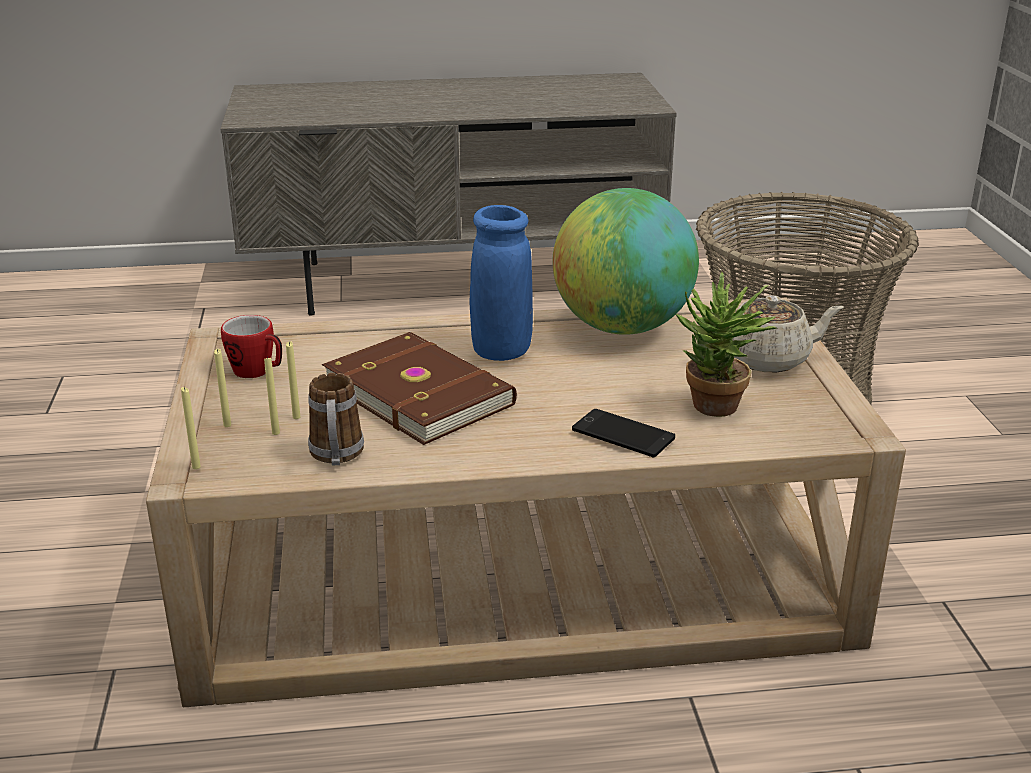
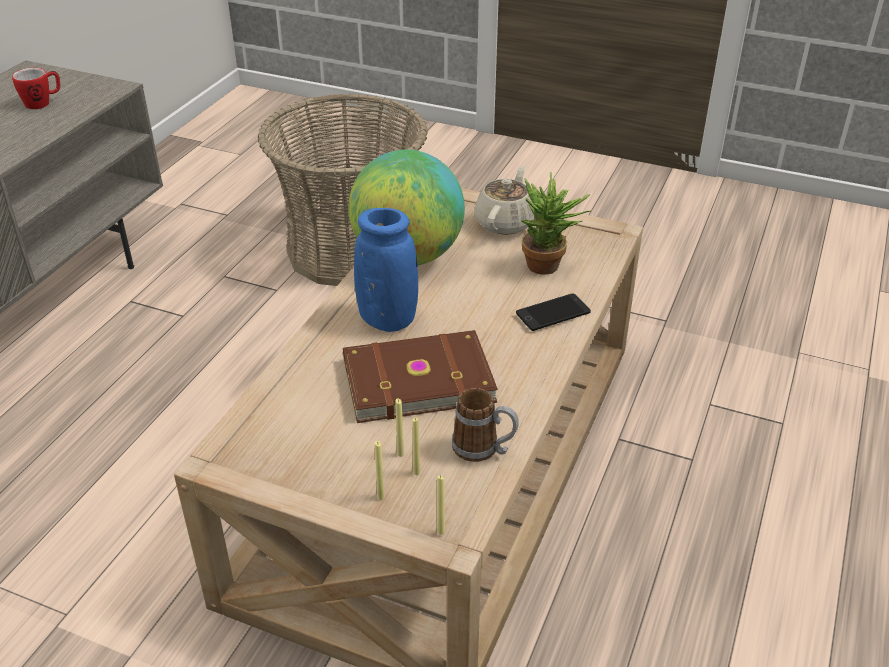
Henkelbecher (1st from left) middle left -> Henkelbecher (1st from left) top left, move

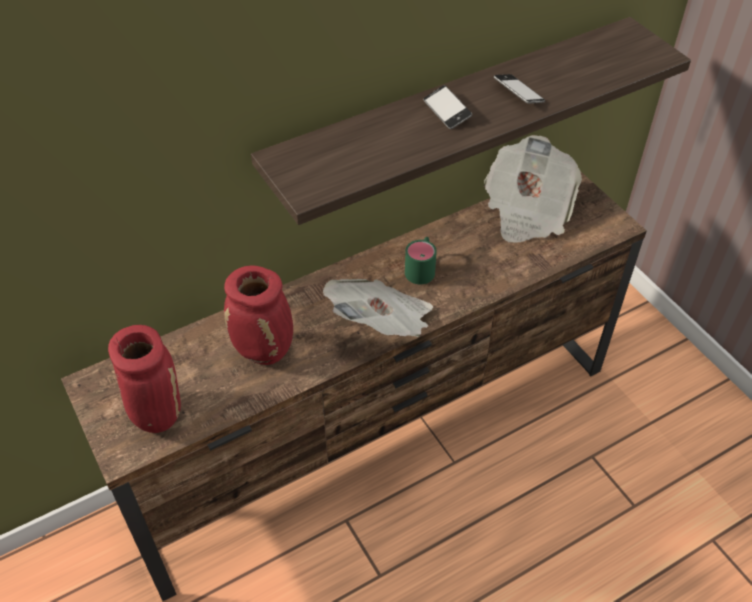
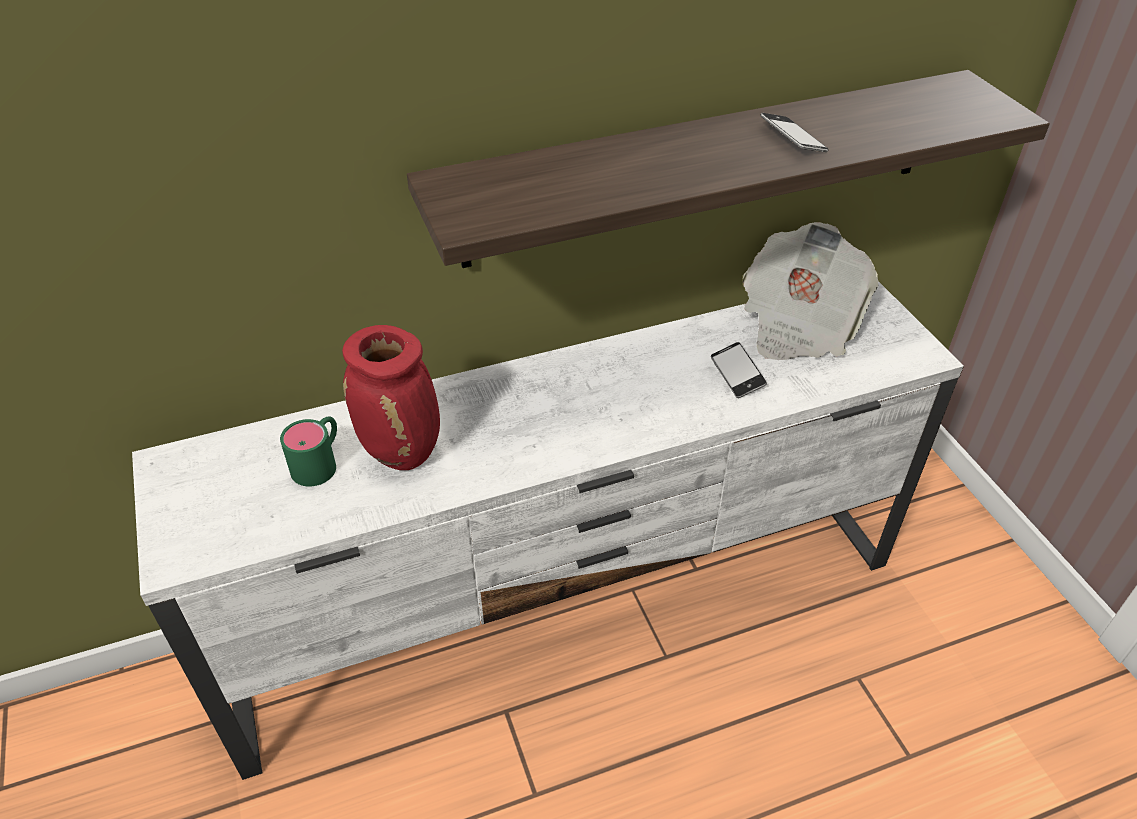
Fernsehschrank [braun] centre -> Fernsehschrank [weiß] centre
Vase [rot] (1st from left) middle left -> none
Zeitung (1st from left) centre -> none
Henkelbecher [grün] centre -> Henkelbecher [grün] middle left, move
Handy (1st from left) top centre -> Handy (1st from left) centre, move

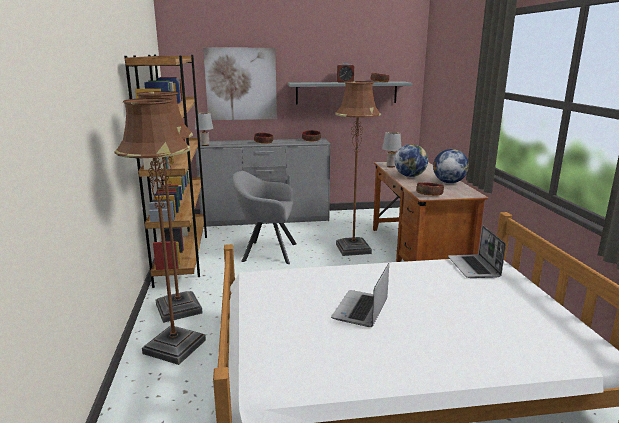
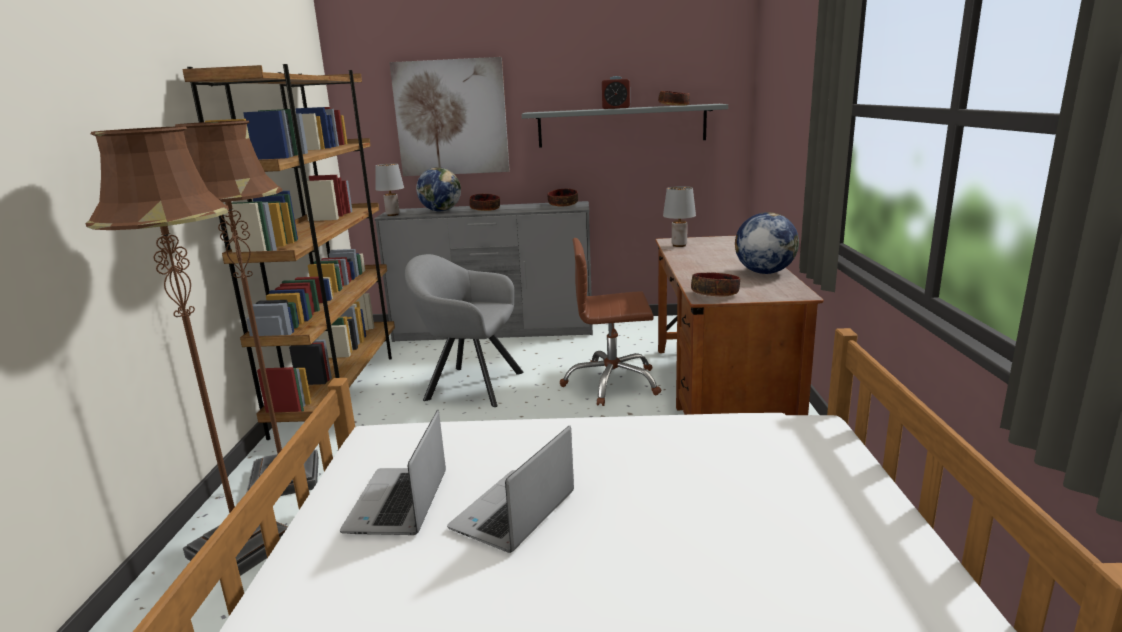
Stehlampe [braun] (3rd from left) centre -> Bürostuhl [braun] centre
Globus (1st from left) centre -> Globus (1st from left) top centre, move
Laptop (2nd from left in the first image) middle right -> Laptop (1st from left) bottom centre, move

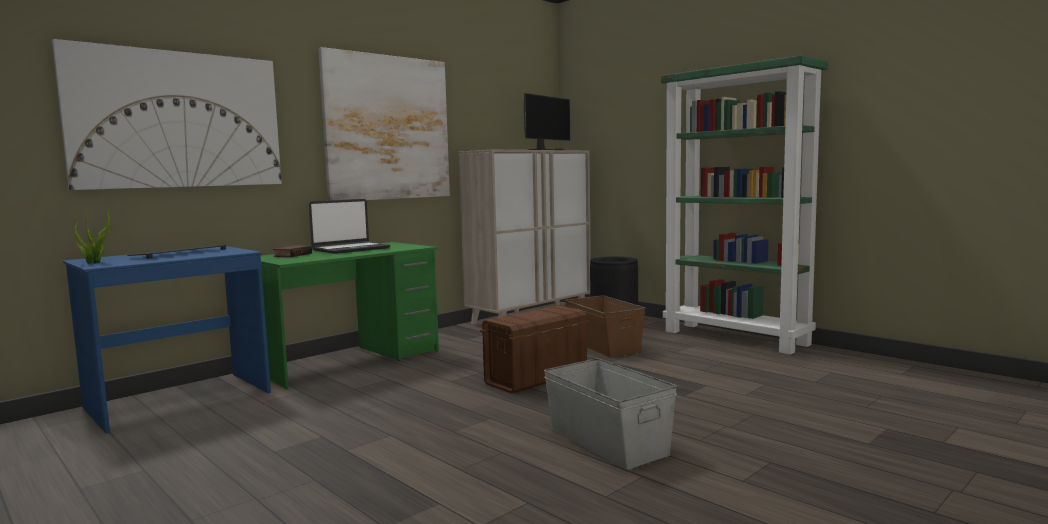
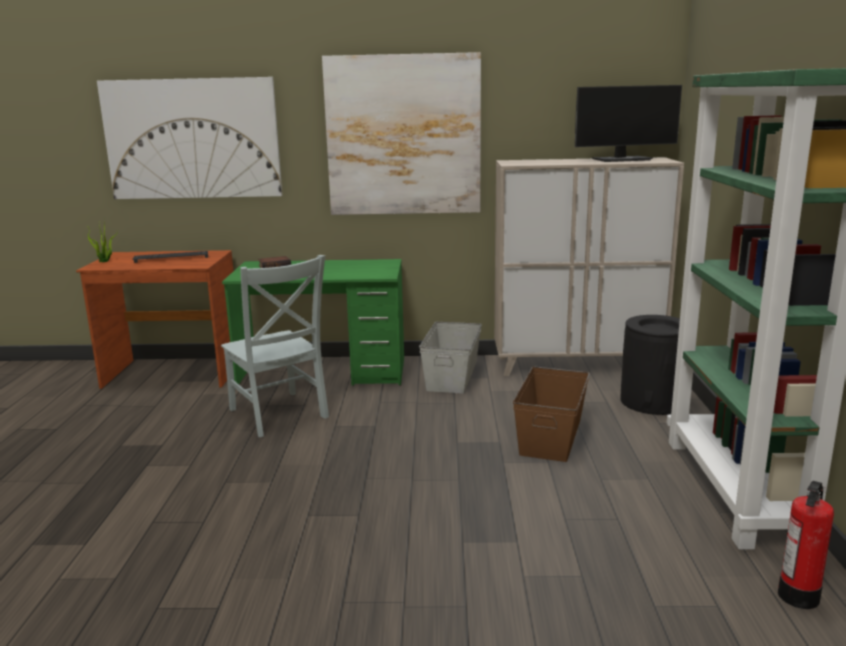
Schreibtisch [blau] middle left -> Schreibtisch [braun] middle left
Laptop middle left -> none
Aufbewahrungsbox [braun] (1st from left) centre -> none
Aufbewahrungsbox [grau] bottom centre -> Aufbewahrungsbox [grau] centre, move
none -> Stuhl [grau] middle left
none -> Feuerlöscher bottom right

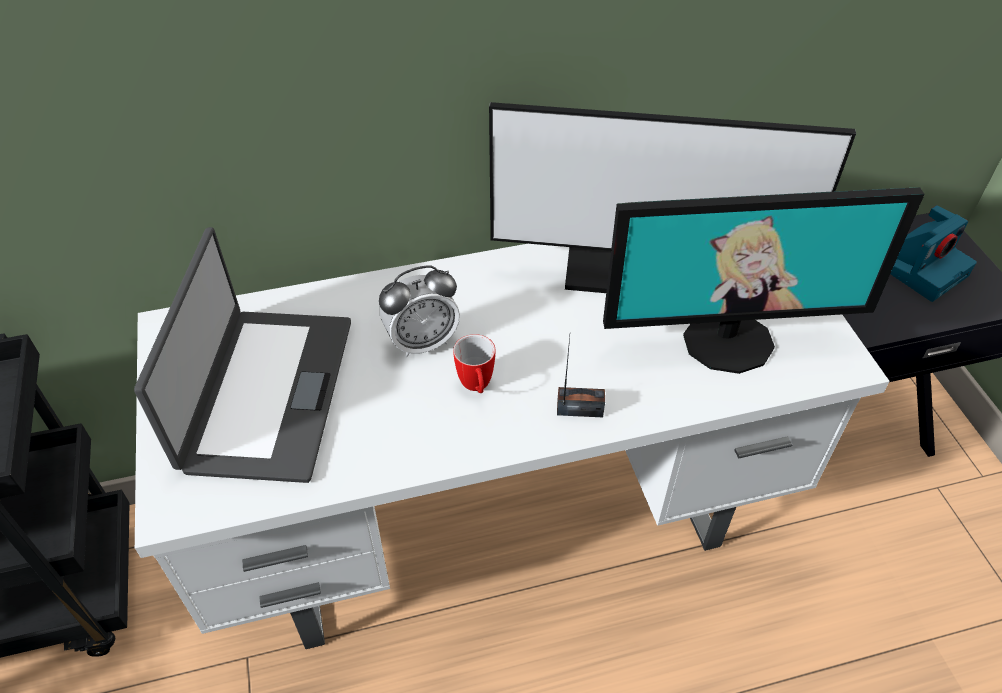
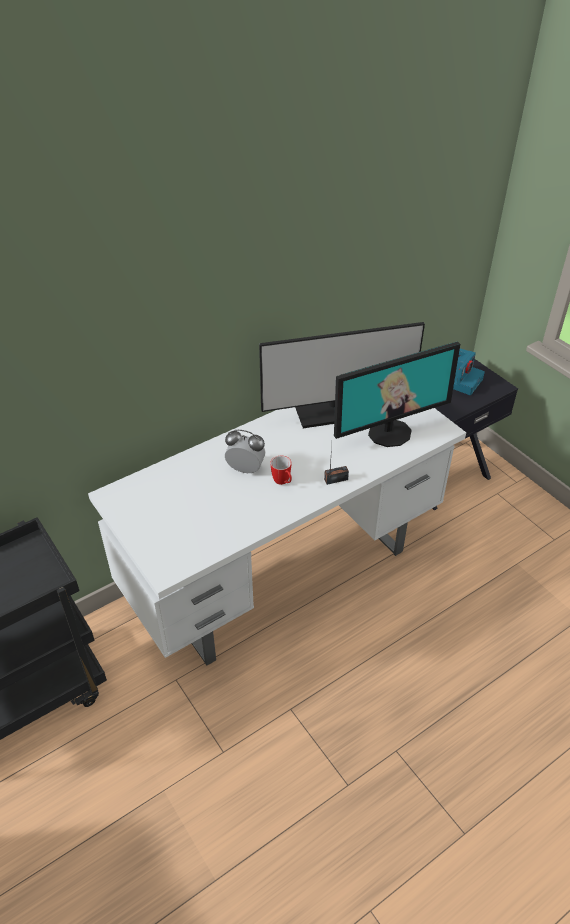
Laptop middle left -> none
Wecker centre, 120 degrees counterclockwise

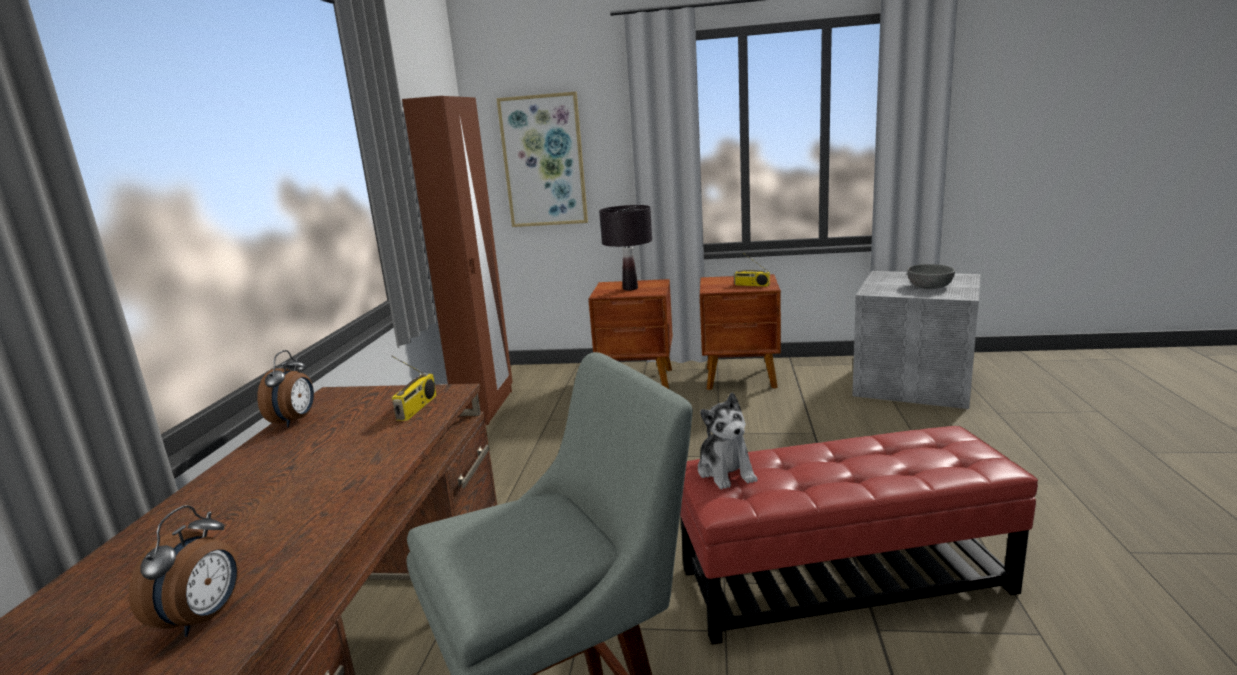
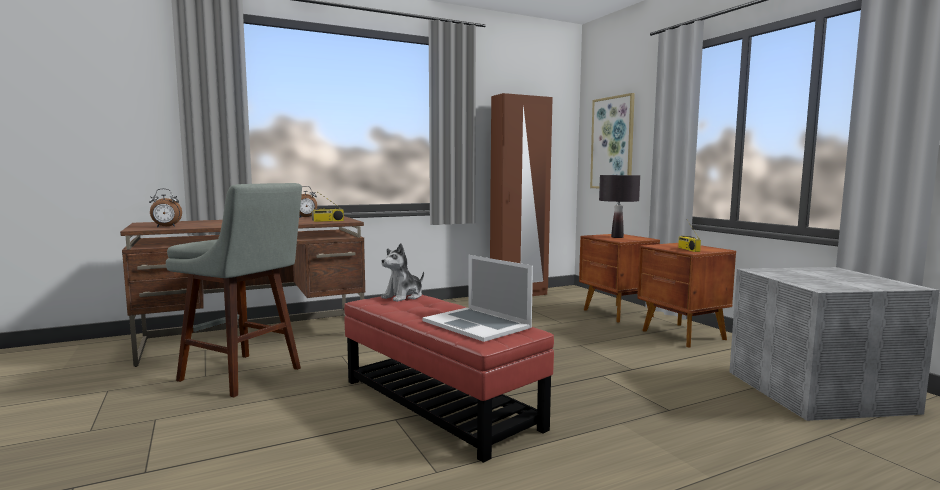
Schüssel [grau] middle right -> none
none -> Laptop centre

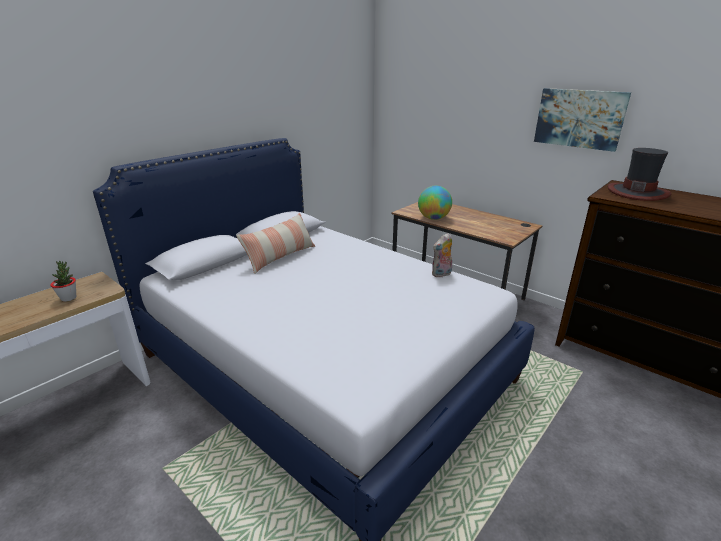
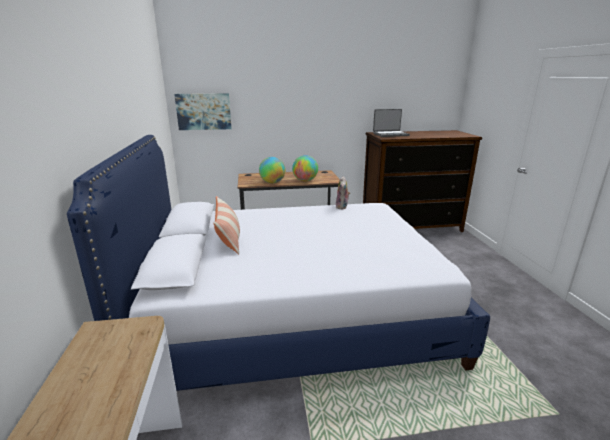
Topfpflanze middle left -> none
Bild top right -> Bild top left, move
Hut top right -> Laptop top centre
none -> Globus (2nd from left) centre

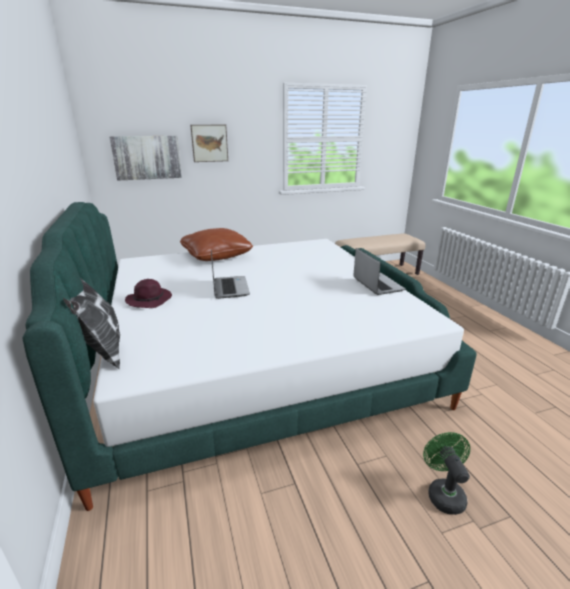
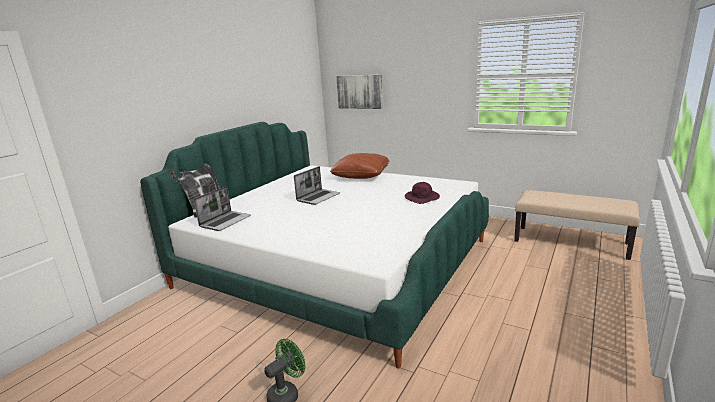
Hut [lila] middle left -> Hut [lila] centre, move
Bild (2nd from left) top centre -> none
Laptop (2nd from left in the first image) centre -> Laptop (1st from left) middle left, move

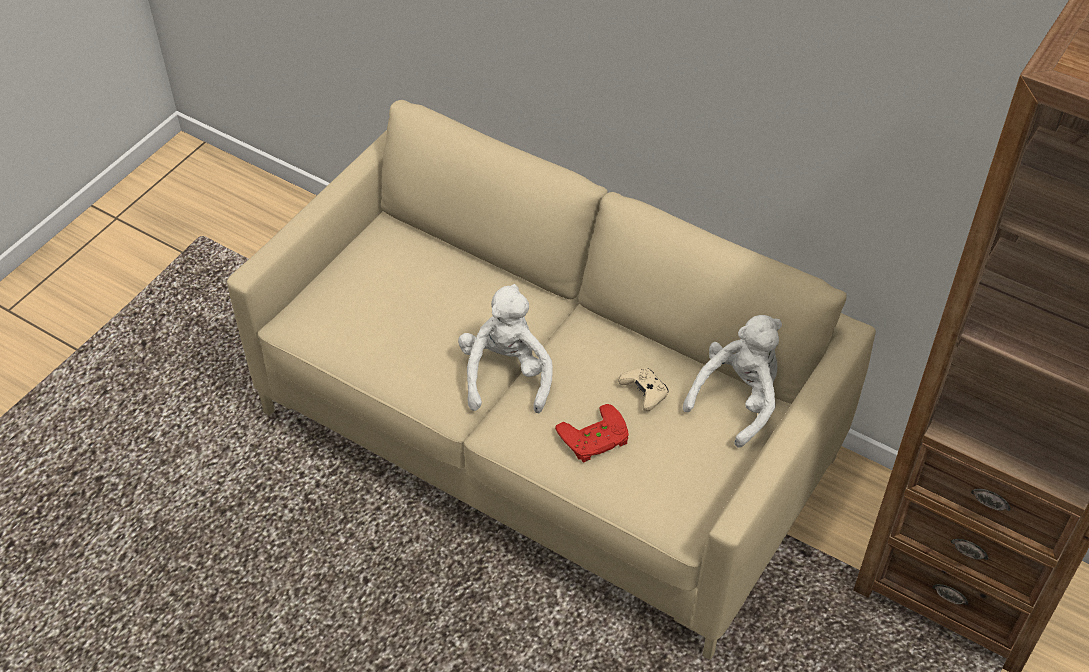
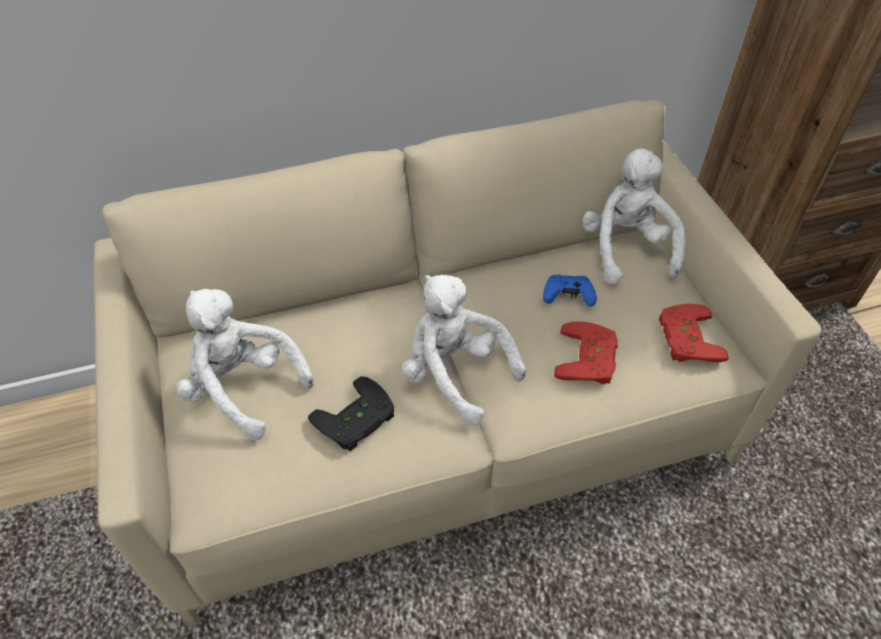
Gamepad [beige] centre -> Gamepad [blau] centre
none -> Plüschtier [weiß] (1st from left) middle left
none -> Gamepad [schwarz] centre
none -> Gamepad [rot] (2nd from left) middle right

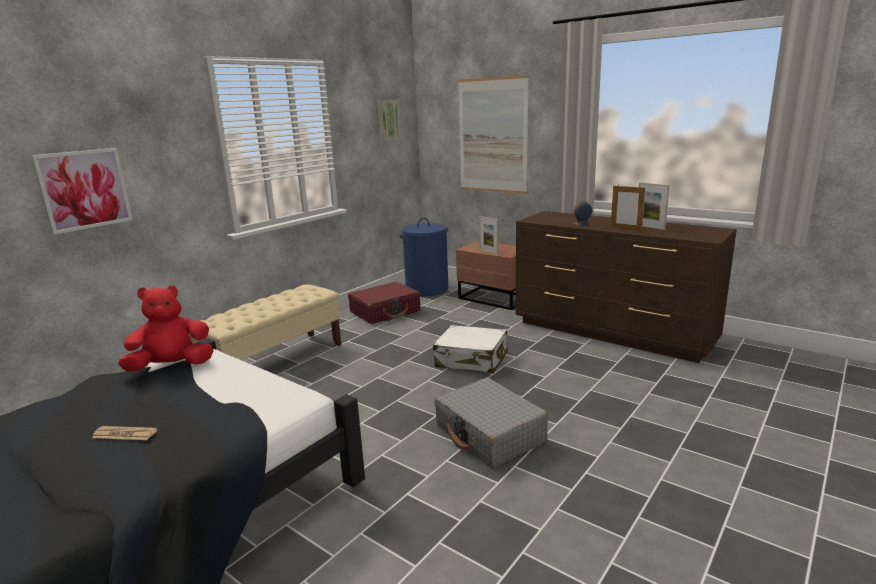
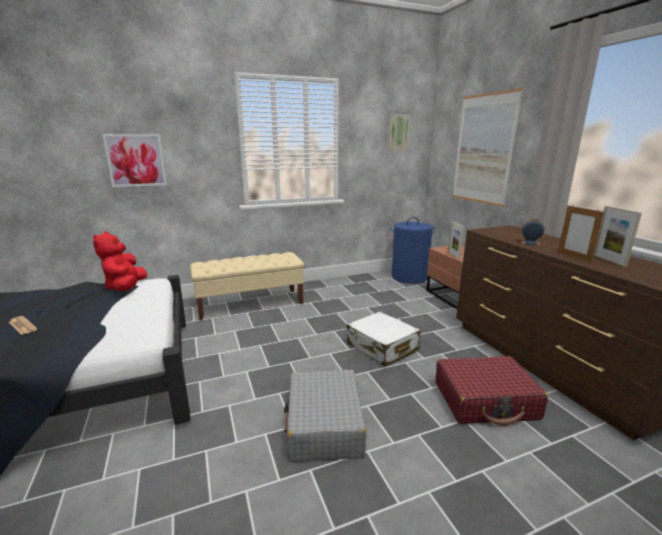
Plüschtier [rot] middle left, 105 degrees counterclockwise
Koffer [rot] centre -> Koffer [rot] bottom right, move

